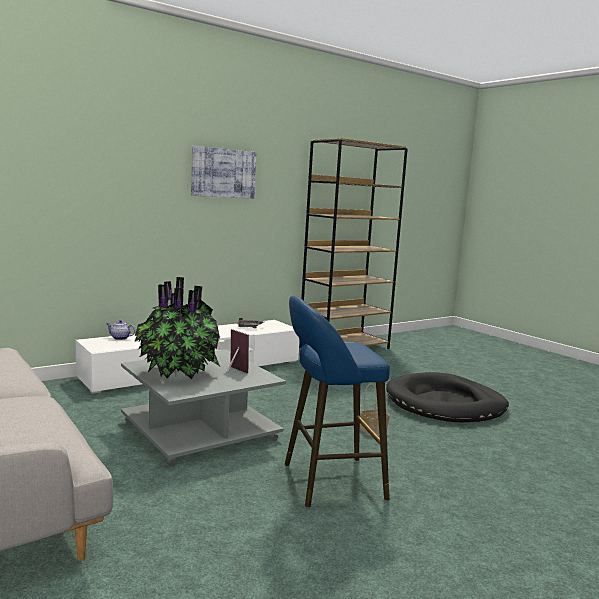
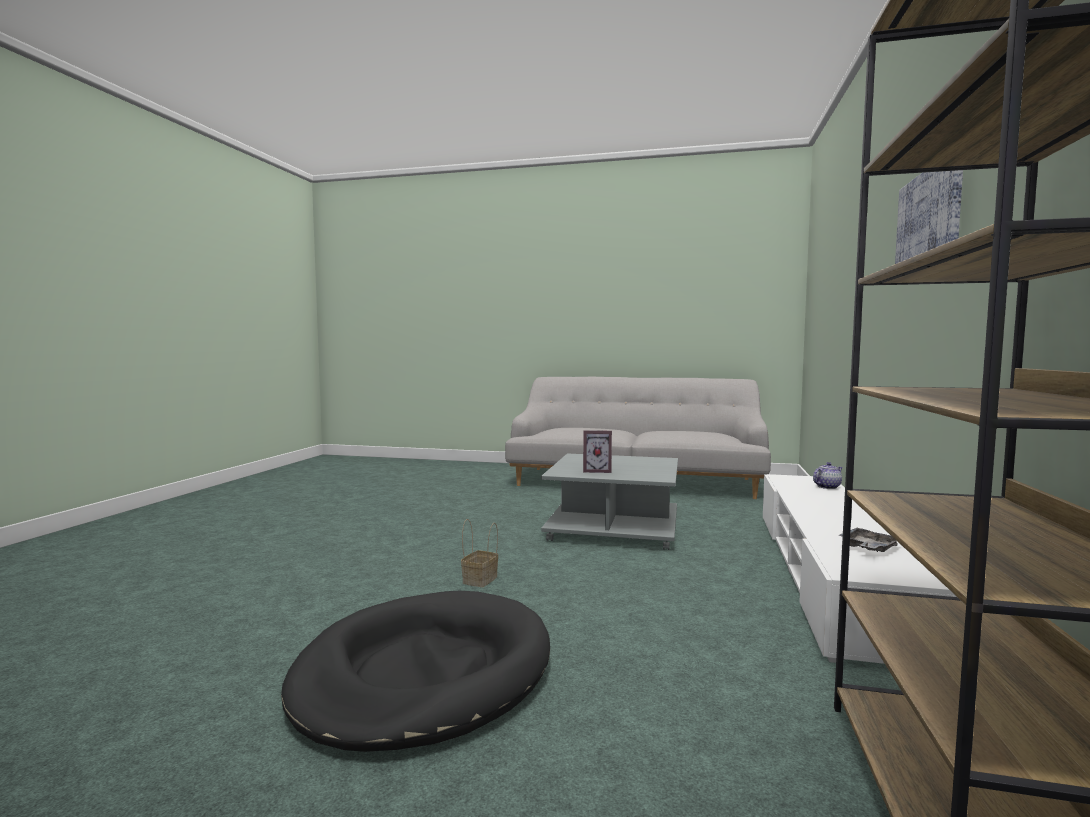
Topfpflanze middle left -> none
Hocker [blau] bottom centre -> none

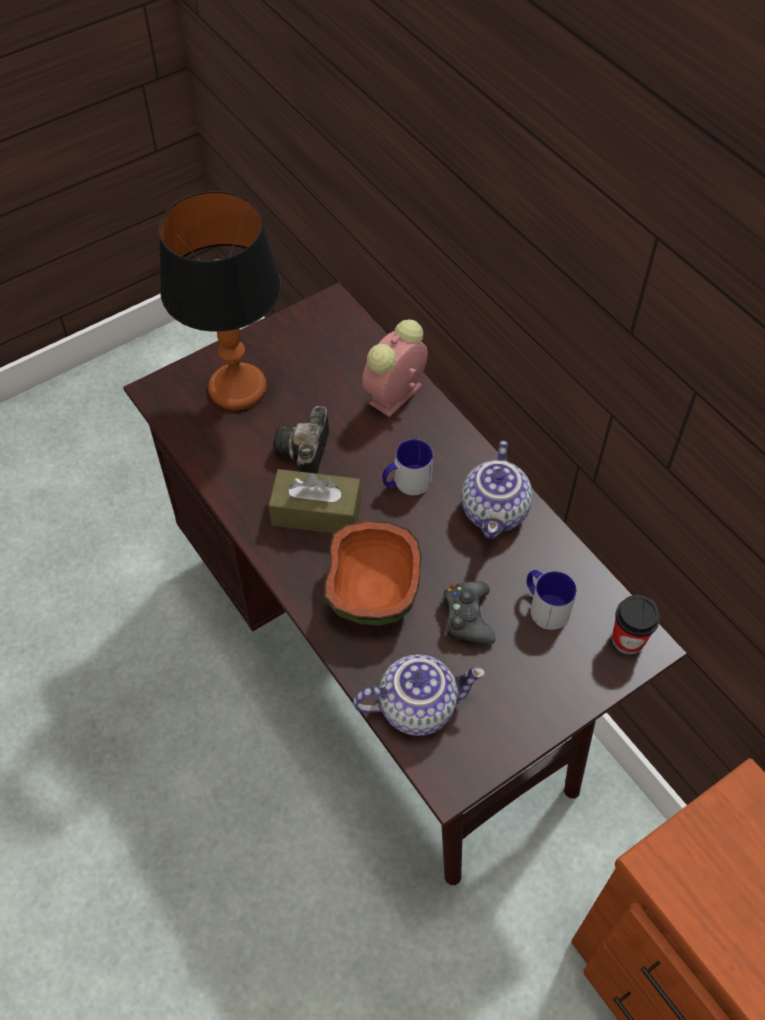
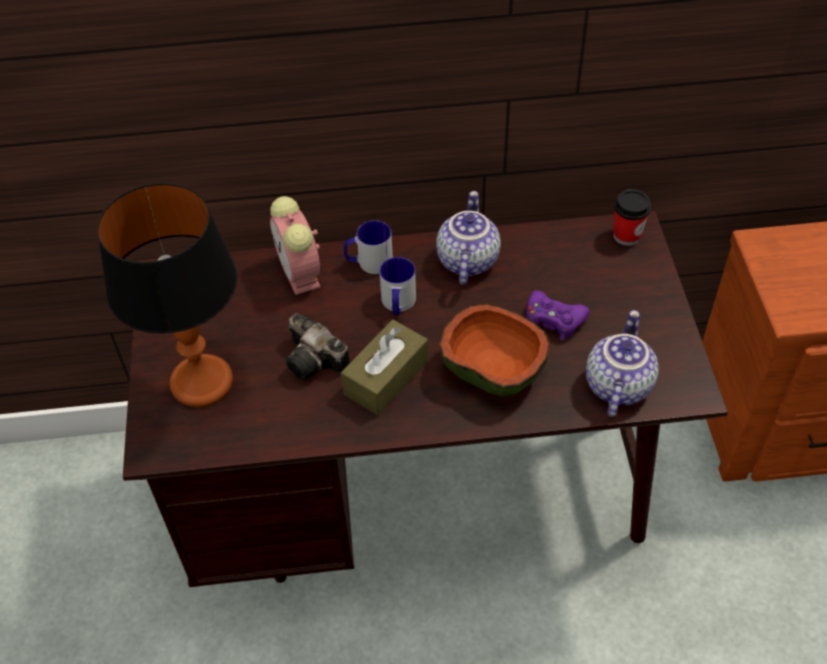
Gamepad [schwarz] centre -> Gamepad [lila] middle right
Teekanne (2nd from left in the first image) centre -> Teekanne (1st from left) centre, 120 degrees counterclockwise
Henkelbecher (2nd from left in the first image) middle right -> Henkelbecher (1st from left) centre, move

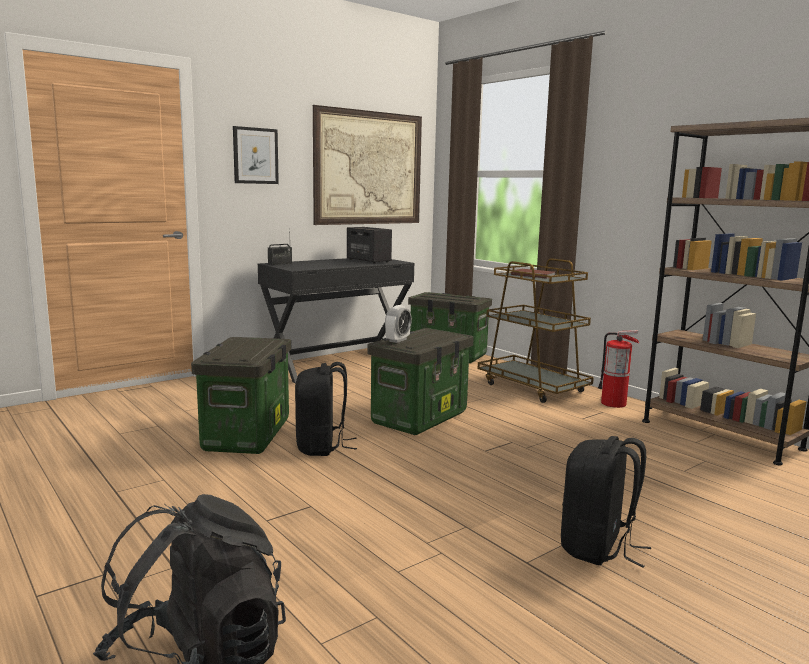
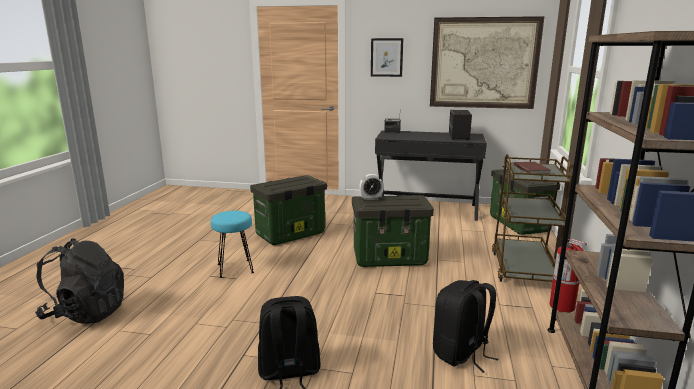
Rucksack [schwarz] (2nd from left in the first image) centre -> Rucksack [schwarz] (3rd from left) bottom right, move
none -> Hocker [türkis] centre

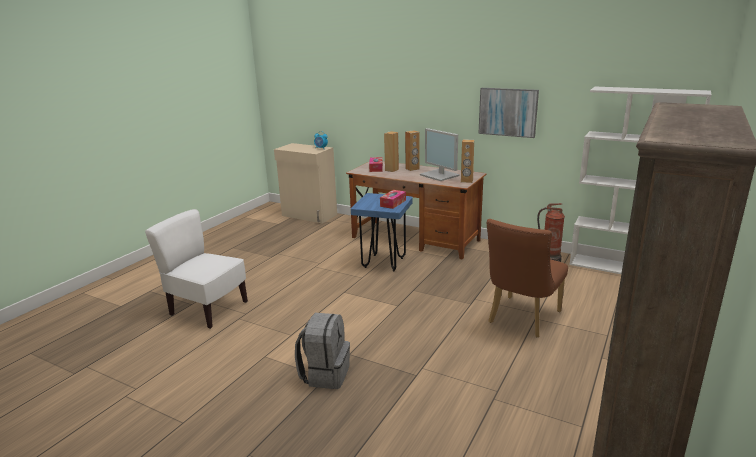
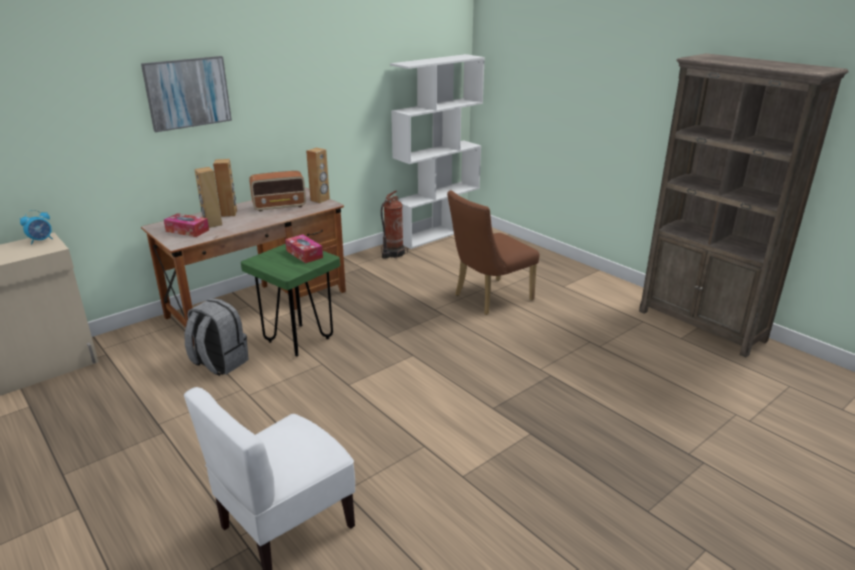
Rucksack [grau] bottom centre -> Rucksack [grau] middle left, move
Hocker [blau] centre -> Hocker [grün] centre
Monitor centre -> Radio middle left
Bild top right -> Bild top left, move
Stuhl [braun] middle right -> Stuhl [braun] centre, 90 degrees clockwise

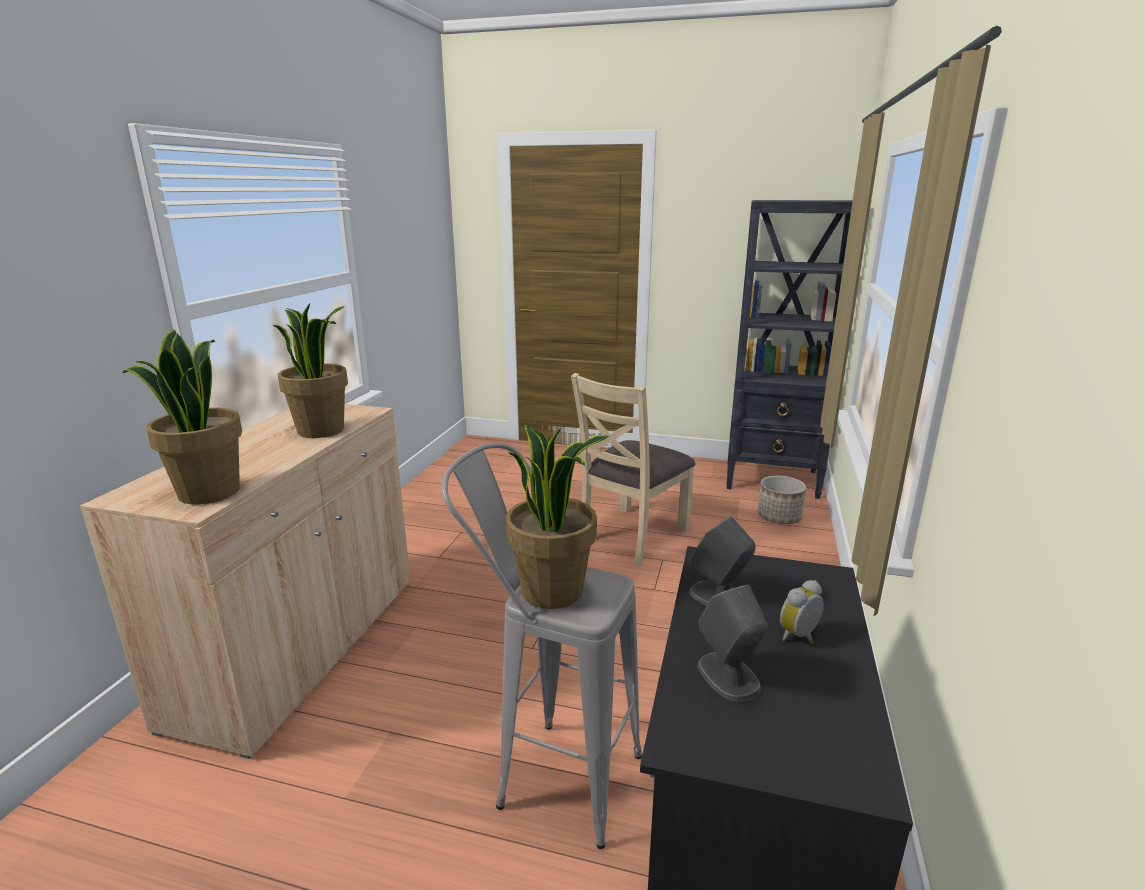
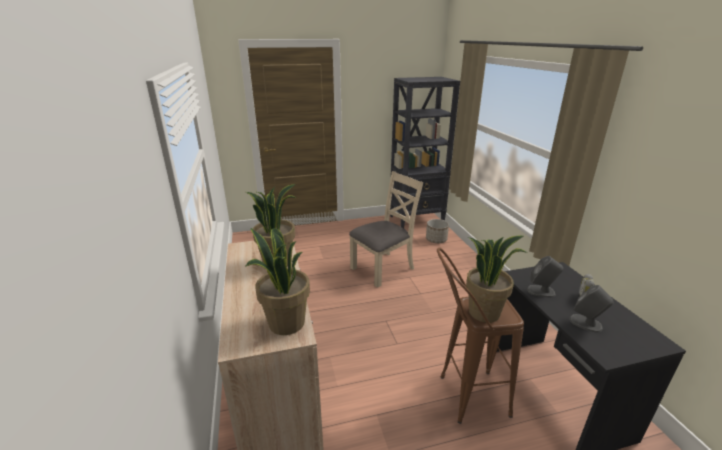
Hocker [grau] bottom centre -> Hocker [braun] bottom centre
Stuhl [beige] centre, 135 degrees counterclockwise

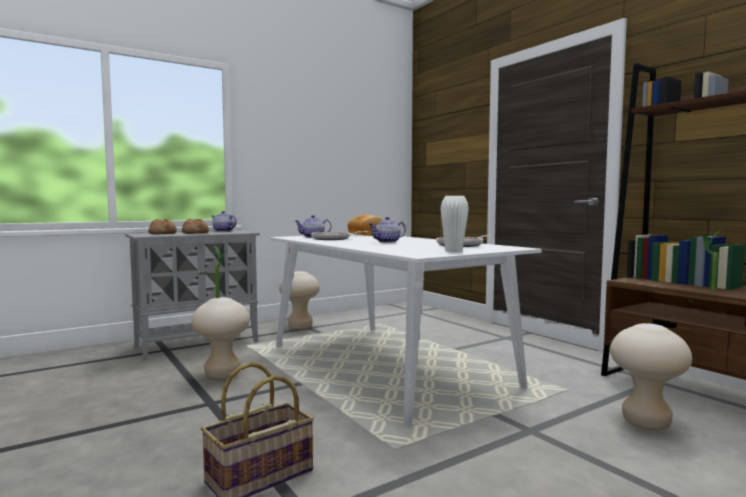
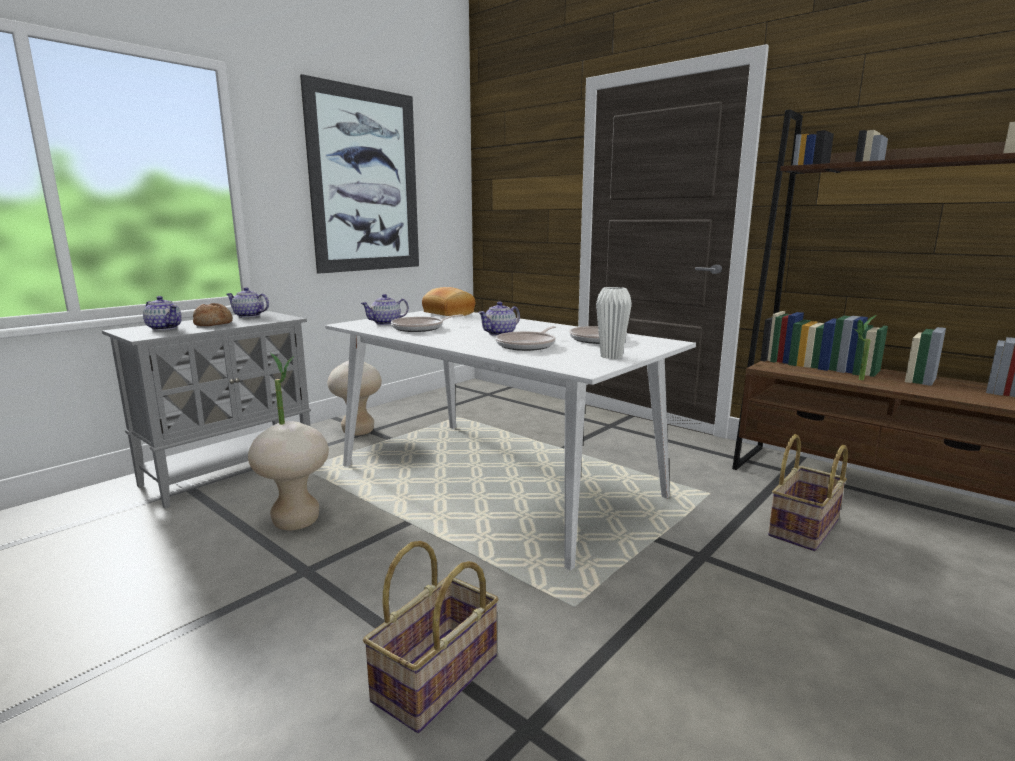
Brot (1st from left) middle left -> Teekanne (1st from left) middle left
Hocker [beige] (3rd from left) bottom right -> Korb (2nd from left) middle right
none -> Bild top centre
none -> Pfanne (2nd from left) centre

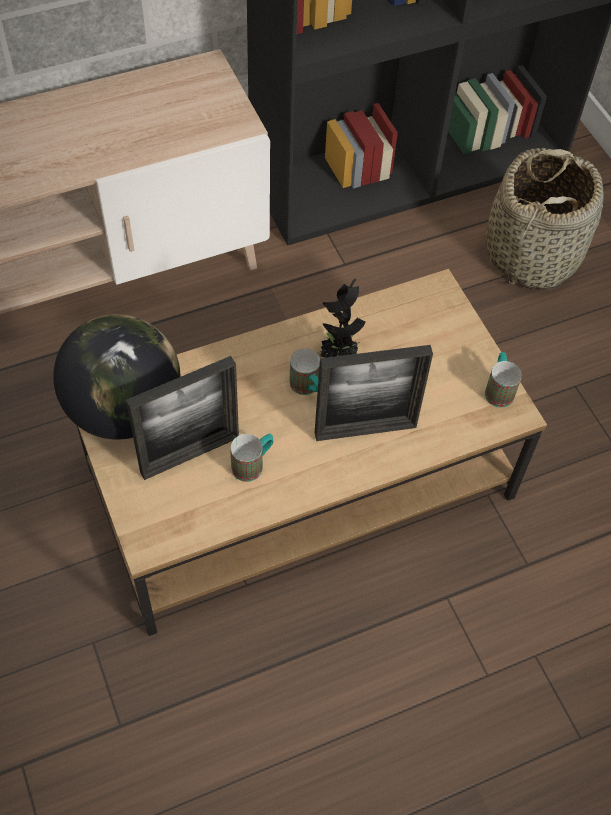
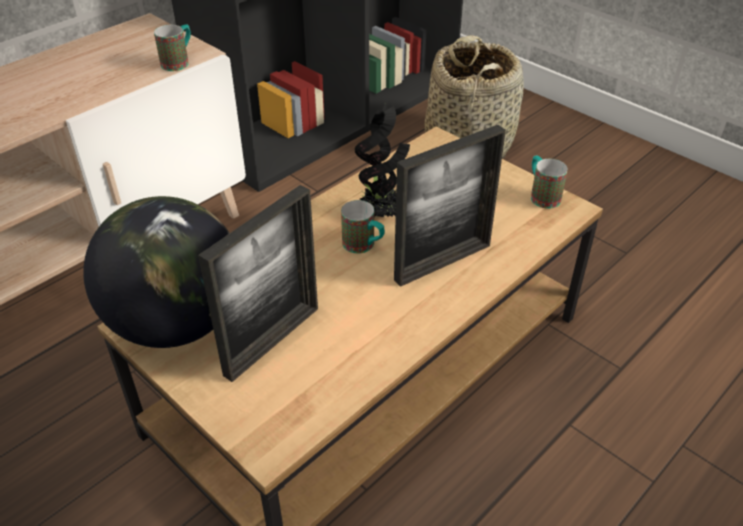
Henkelbecher (1st from left) centre -> Henkelbecher (1st from left) top left, move

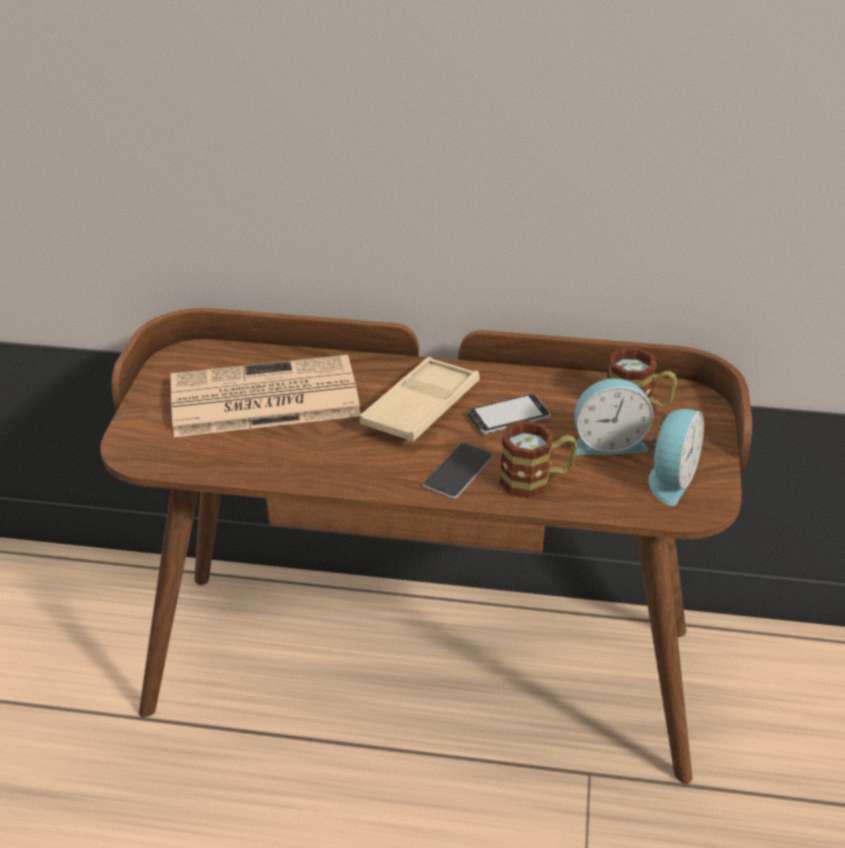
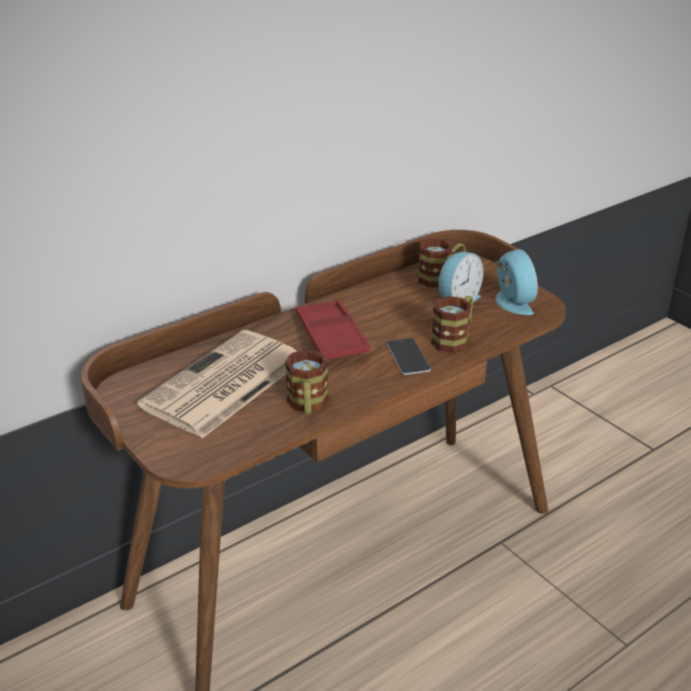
Tablett [beige] centre -> Tablett [rot] centre
Handy (2nd from left) centre -> none
none -> Henkelbecher (1st from left) centre

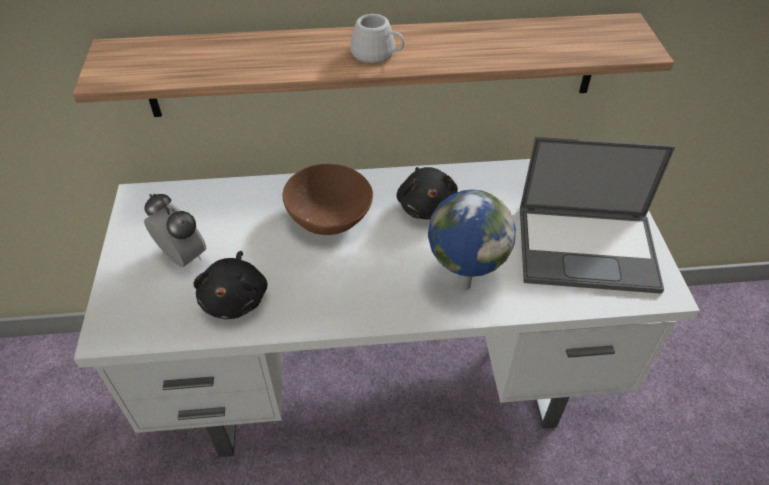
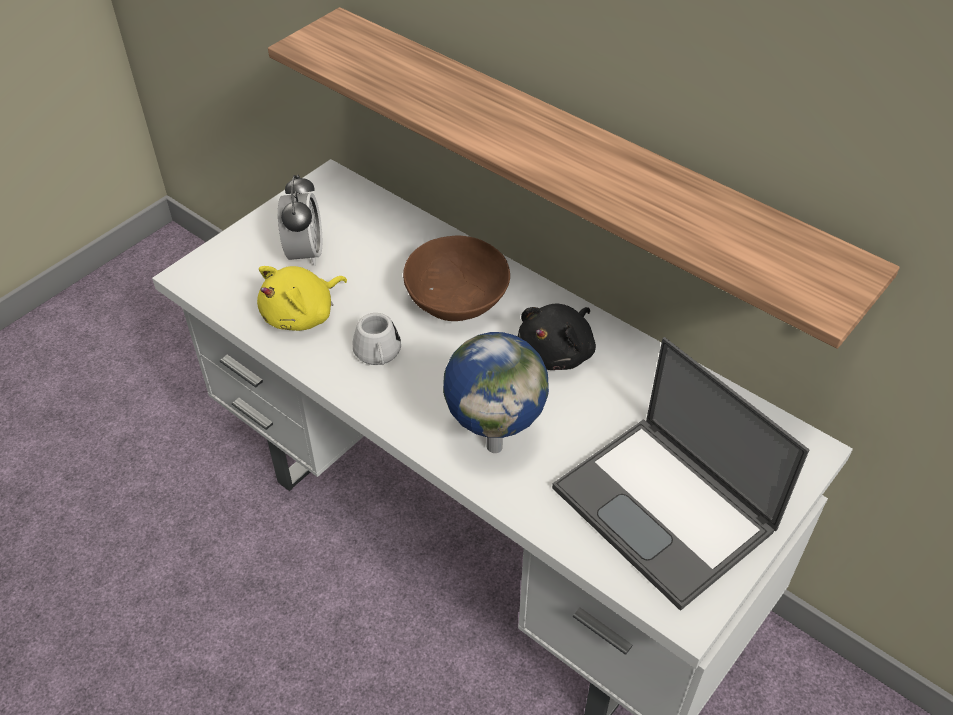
Plüschtier [schwarz] (1st from left) middle left -> Plüschtier [gelb] middle left
Henkelbecher [weiß] top centre -> Henkelbecher [weiß] centre, move

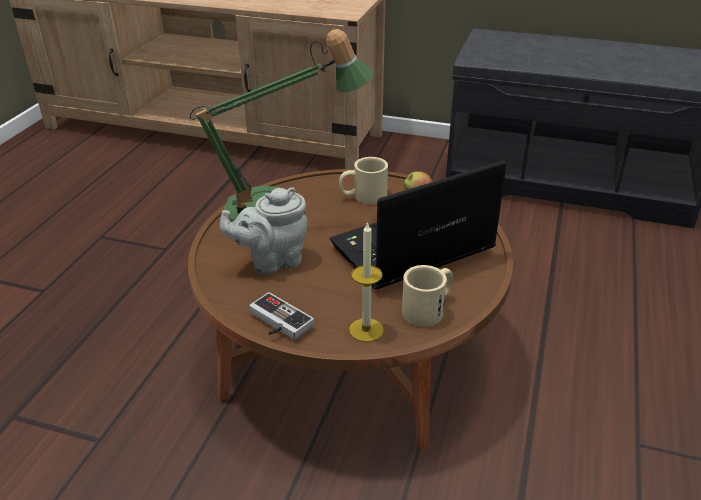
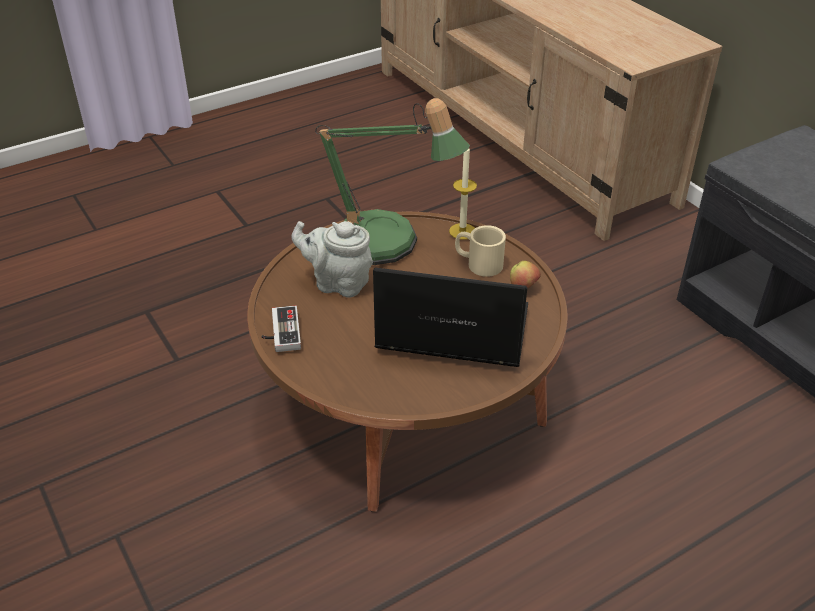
Kerze centre -> Kerze top centre, move
Henkelbecher [beige] (2nd from left) centre -> none

